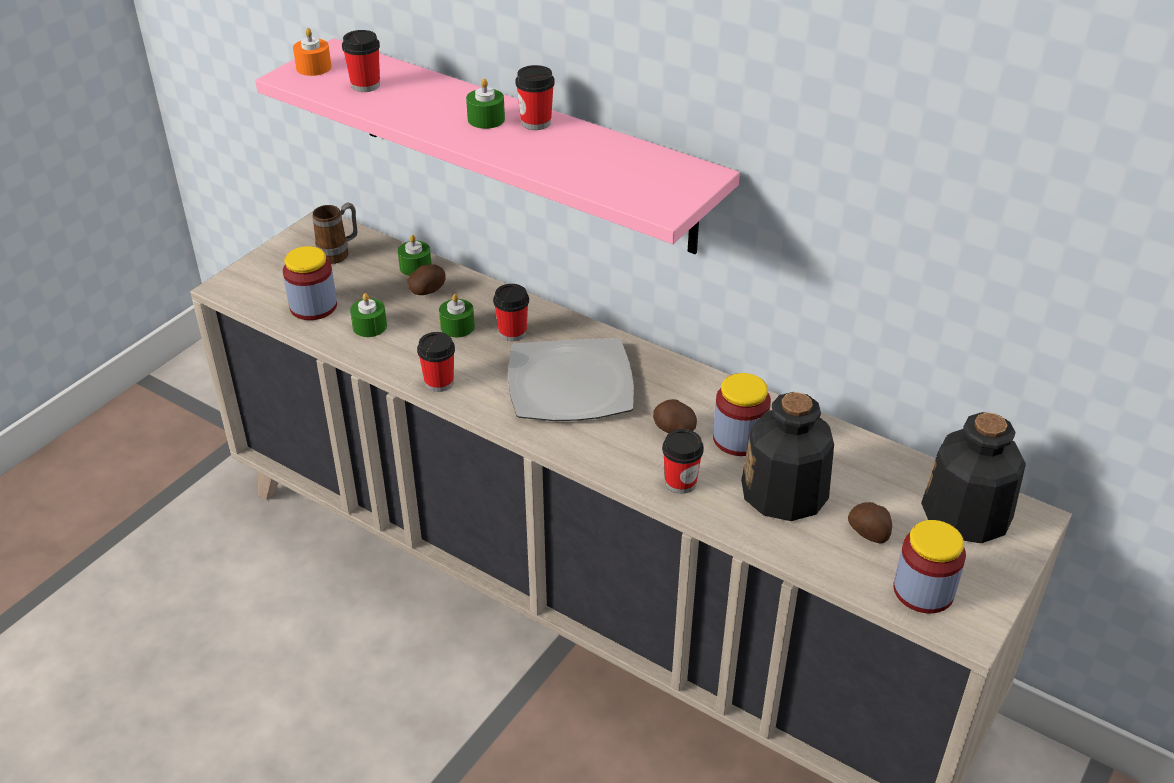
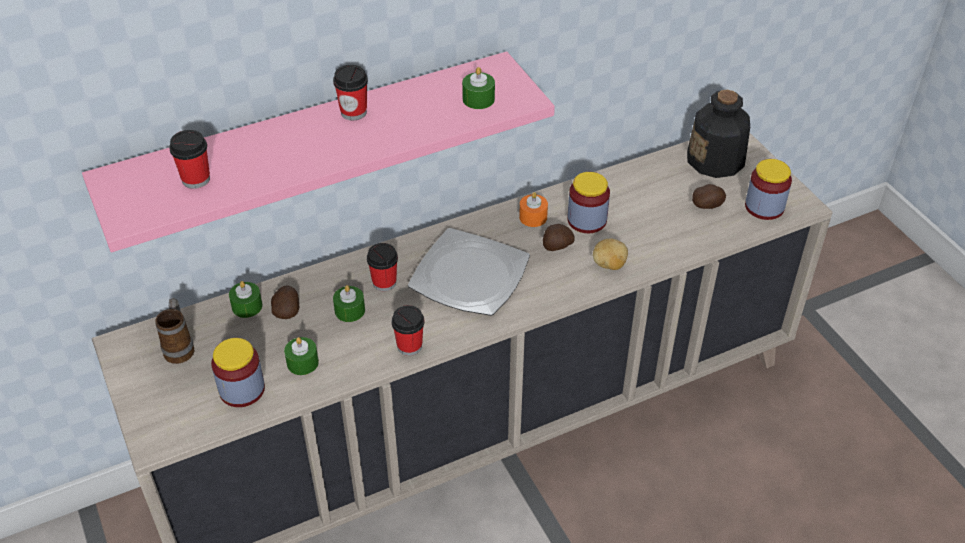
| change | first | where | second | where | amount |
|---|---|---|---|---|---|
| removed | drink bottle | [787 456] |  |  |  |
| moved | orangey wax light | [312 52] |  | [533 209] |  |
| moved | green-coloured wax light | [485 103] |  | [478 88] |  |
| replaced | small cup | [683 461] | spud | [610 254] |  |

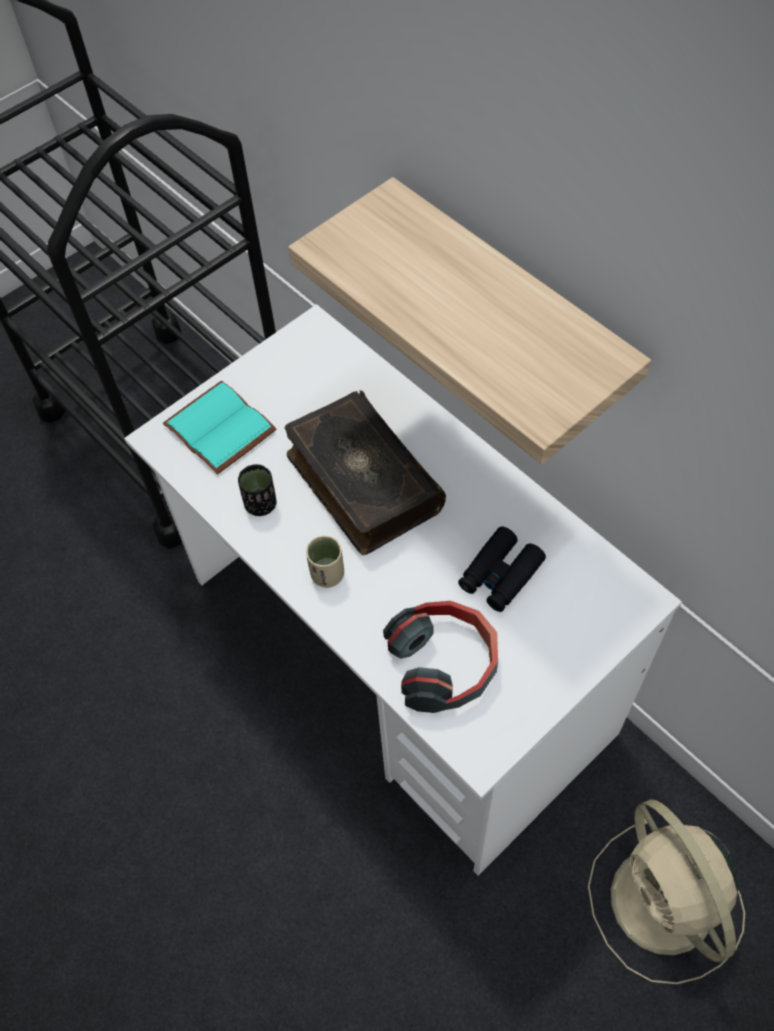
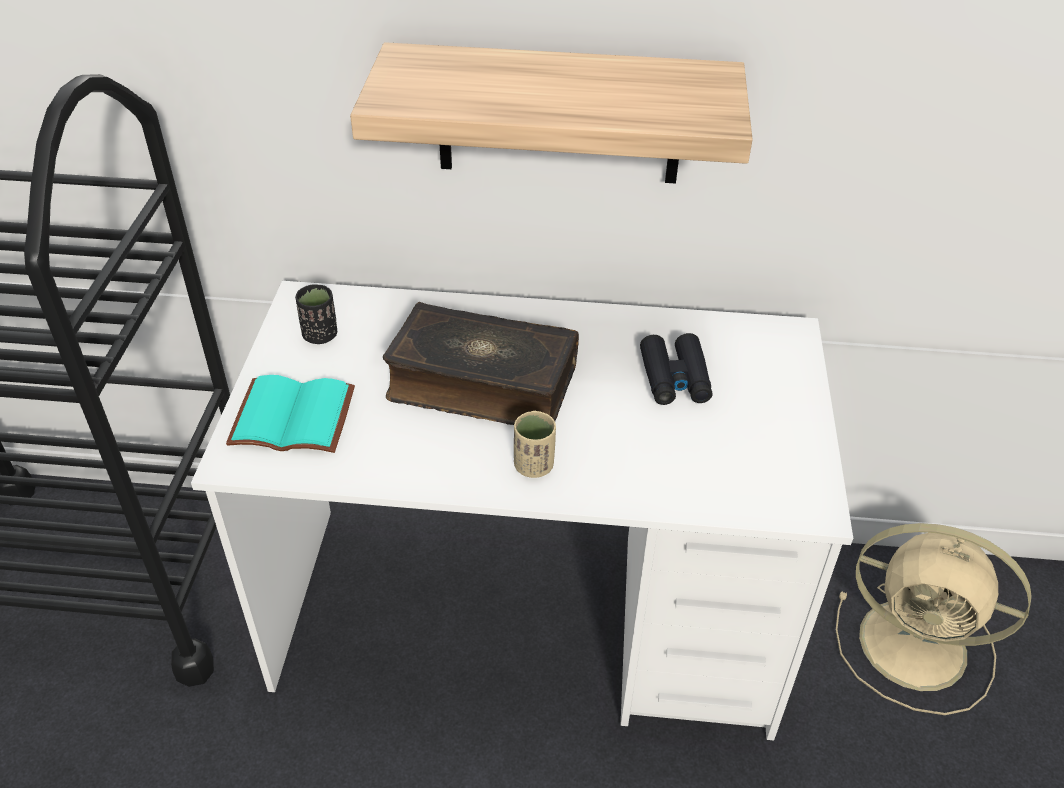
| change | first | where | second | where | amount |
|---|---|---|---|---|---|
| removed | pair of headphones | [440 657] |  |  |  |
| moved | black small cup | [257 490] |  | [316 314] |  |

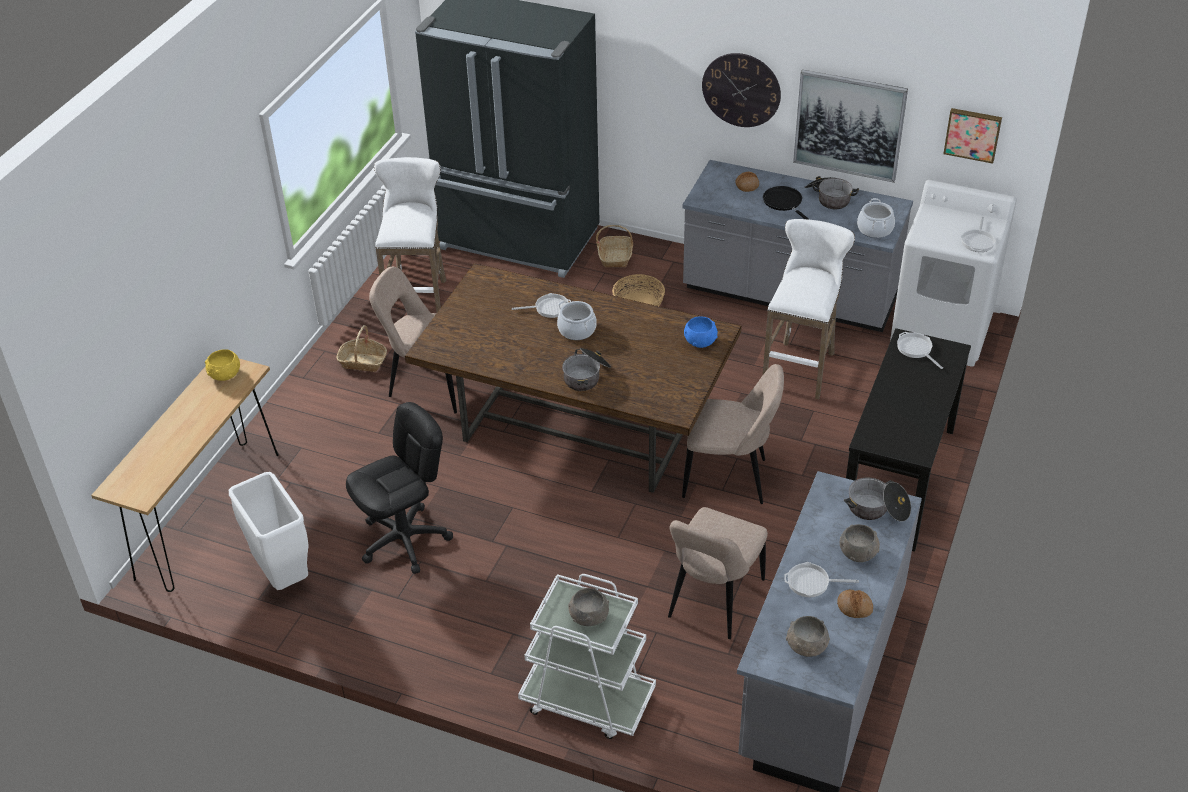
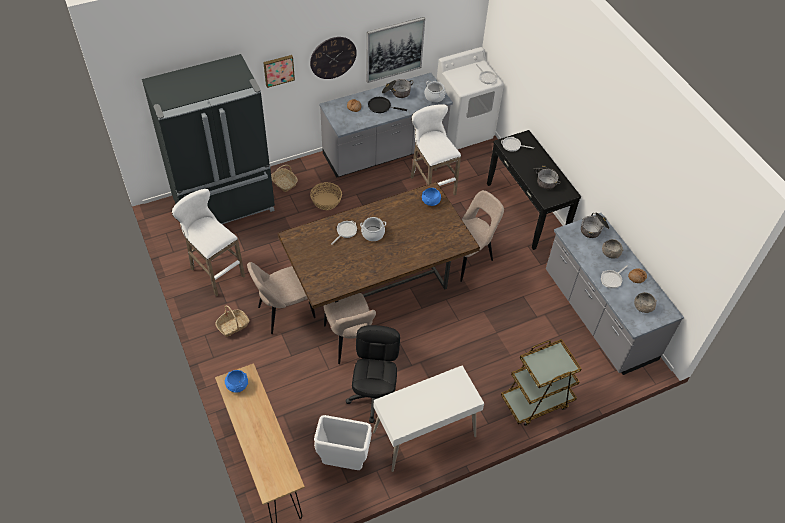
| change | first | where | second | where | amount |
|---|---|---|---|---|---|
| removed | gray serving bowl | [588 607] |  |  |  |
| added |  |  | whitish desk table | [428 418] |  |
| moved | cooking pot | [586 369] |  | [547 177] |  |
| moved | sand-coloured plain chair | [718 573] |  | [350 328] |  |
| moved | picture | [972 136] |  | [279 71] |  |
| recoloured | yellow serving bowl | [222 365] | blue serving bowl | [236 381] |  |
| recoloured | whitish wheeled cart | [587 656] | brownish wheeled cart | [541 382] |  |

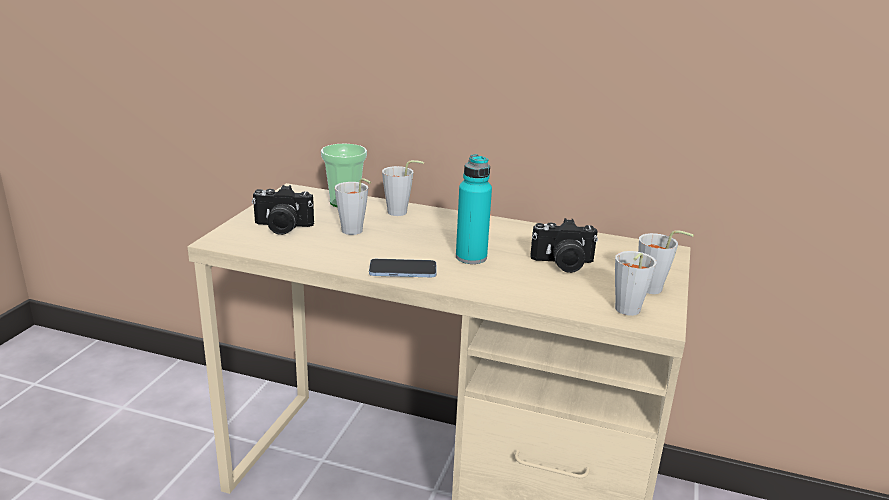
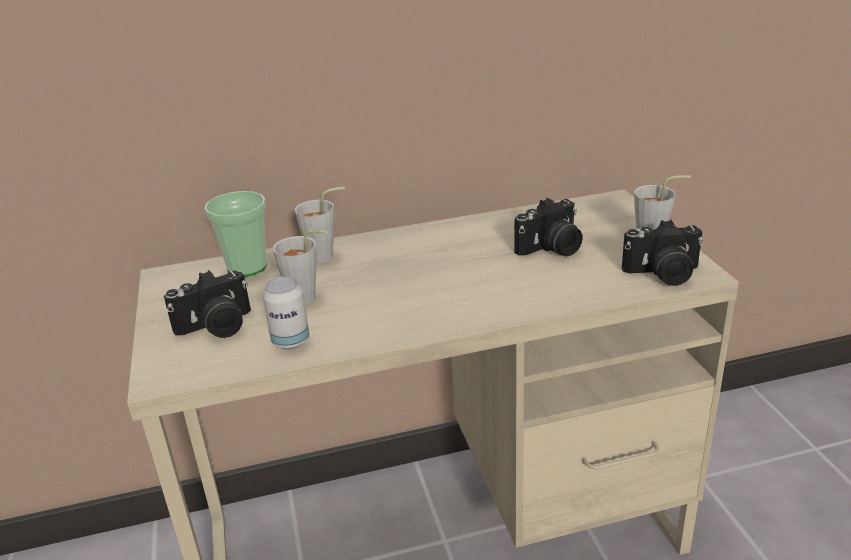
| change | first | where | second | where | amount |
|---|---|---|---|---|---|
| removed | telephone | [402 268] |  |  |  |
| removed | turquoise-coloured drink bottle | [474 209] |  |  |  |
| added |  |  | sealed can | [286 313] |  |
| replaced | gray small cup | [636 283] | photo camera | [662 253] |  |

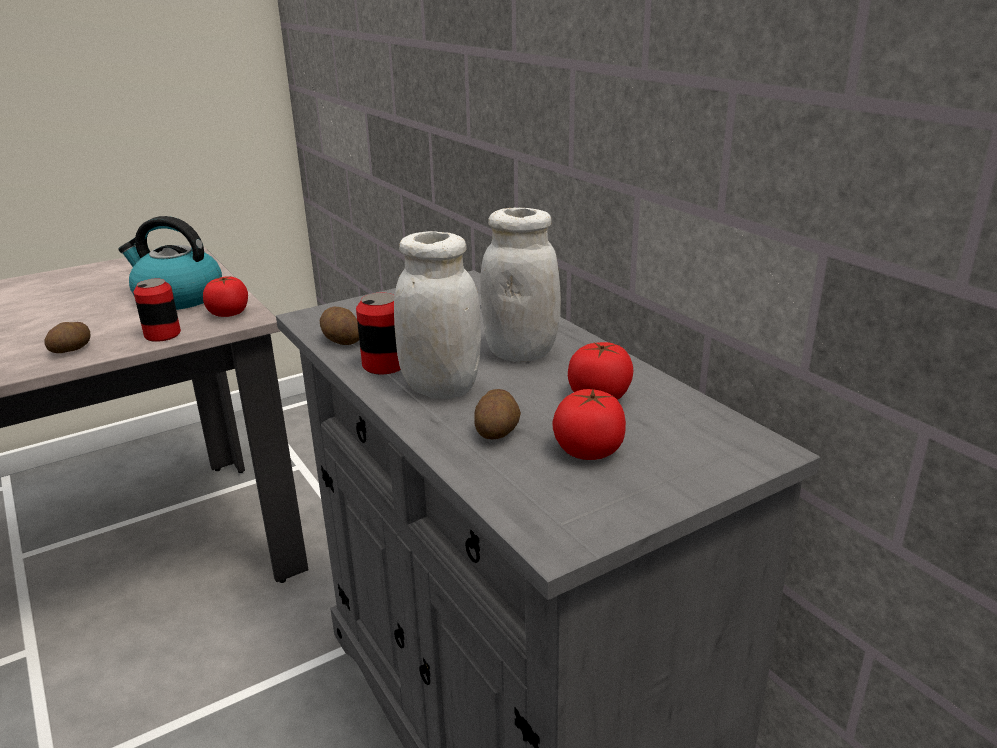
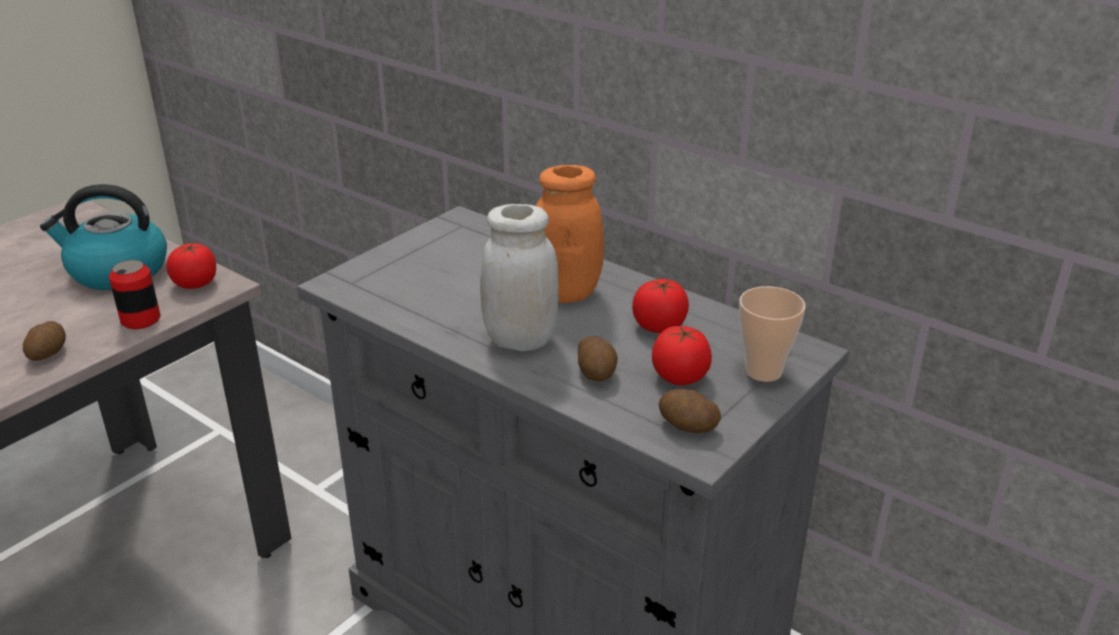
| change | first | where | second | where | amount |
|---|---|---|---|---|---|
| removed | sealed can | [378 333] |  |  |  |
| added |  |  | small cup | [772 334] |  |
| moved | spud | [339 326] |  | [690 411] |  |
| recoloured | whitish preserve jar | [520 284] | orangey preserve jar | [570 234] |  |

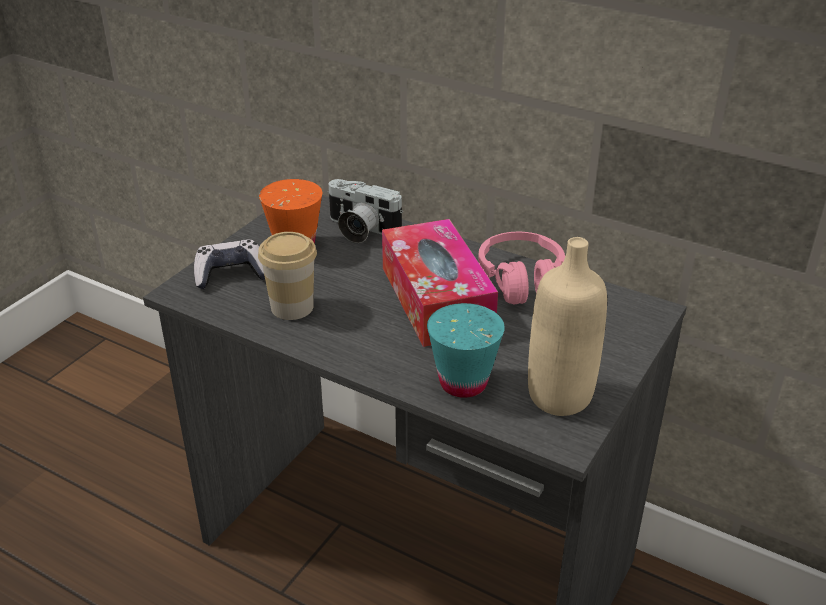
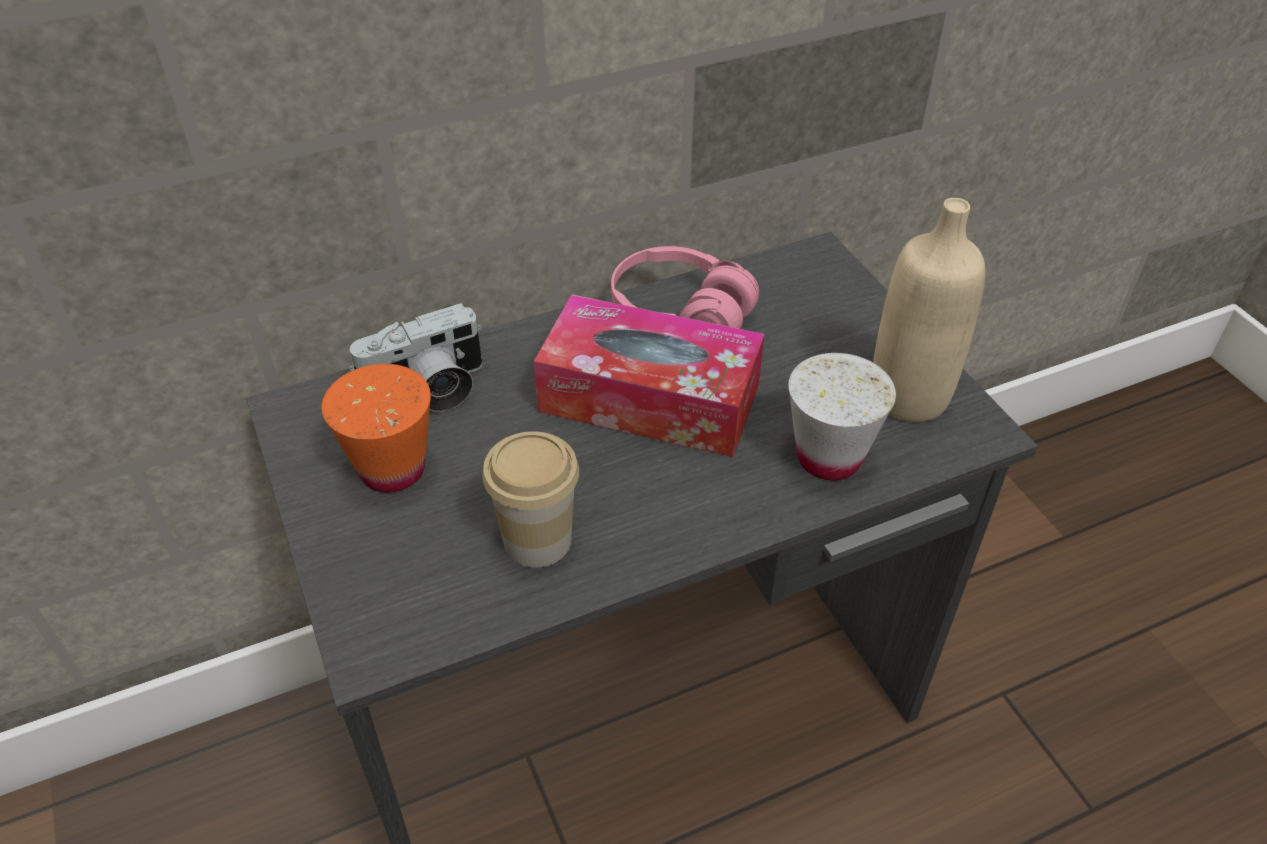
| change | first | where | second | where | amount |
|---|---|---|---|---|---|
| removed | game controller | [229 264] |  |  |  |
| recoloured | turquoise-coloured small cup | [466 350] | whitish small cup | [842 417] |  |

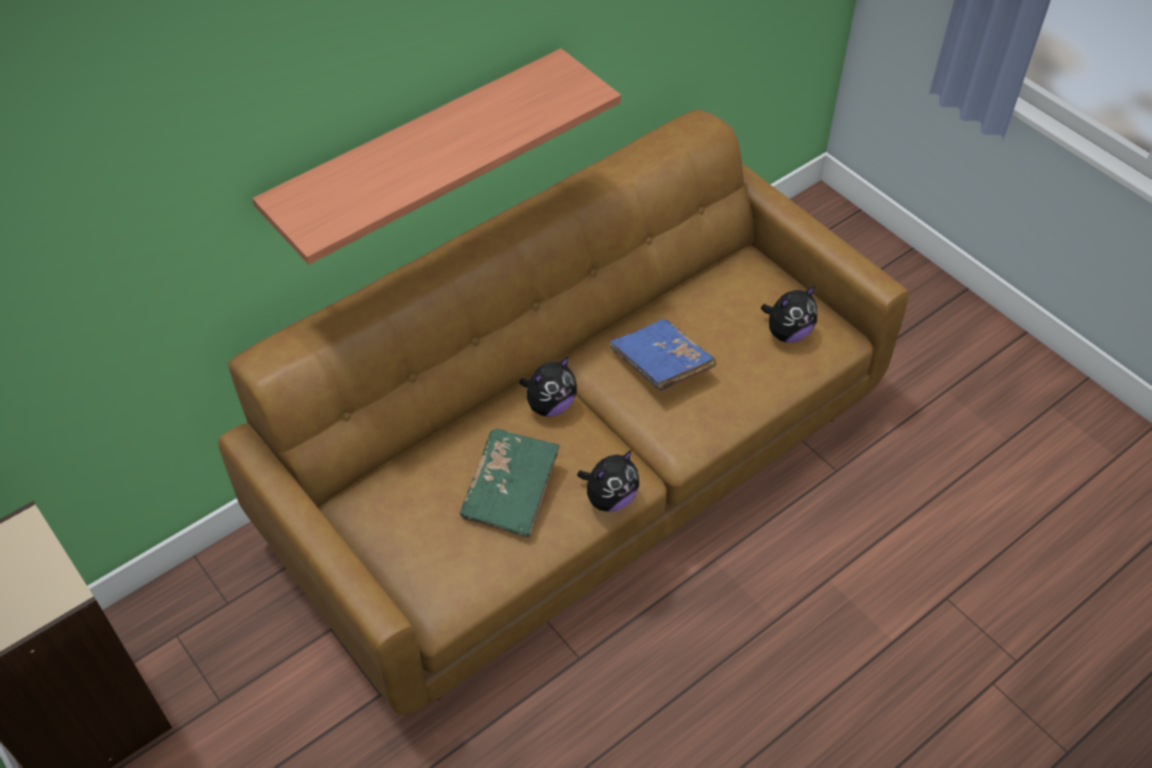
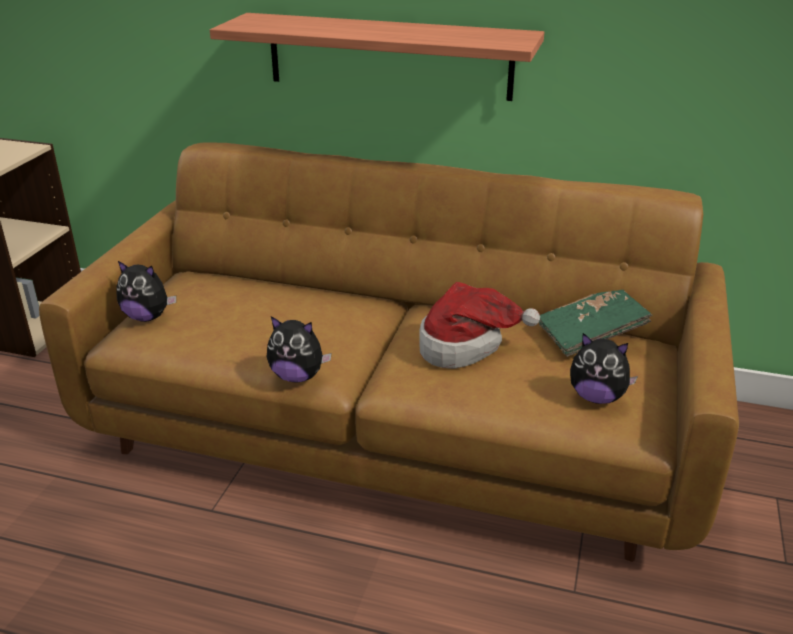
| change | first | where | second | where | amount |
|---|---|---|---|---|---|
| moved | green-coloured volume | [510 483] |  | [596 323] |  |
| moved | soft toy | [548 386] |  | [146 291] |  |
| replaced | blue volume | [662 355] | hat | [479 325] |  |

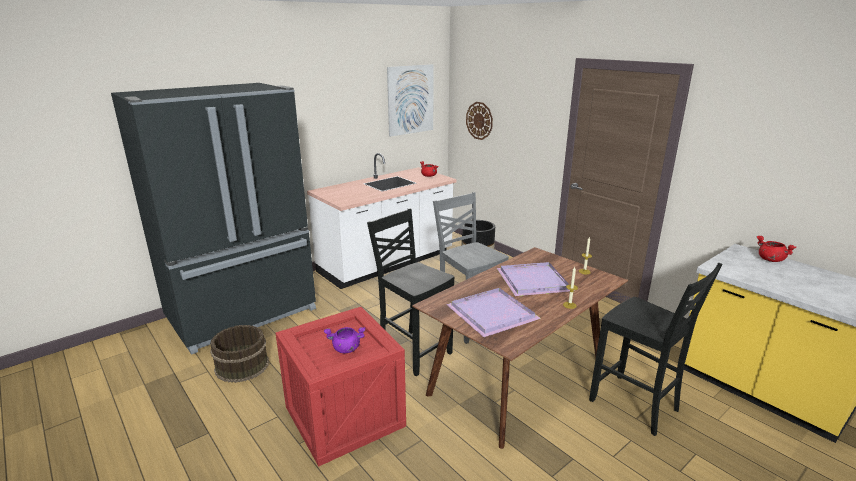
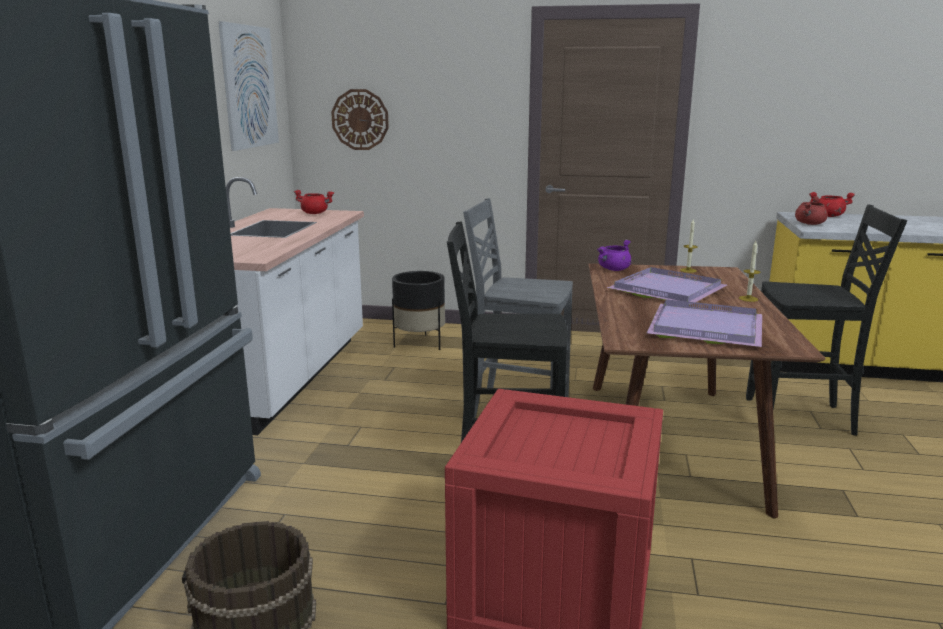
| change | first | where | second | where | amount |
|---|---|---|---|---|---|
| added |  |  | red cooking pot | [811 210] |  |
| moved | purplish cooking pot | [344 340] |  | [614 255] |  |

